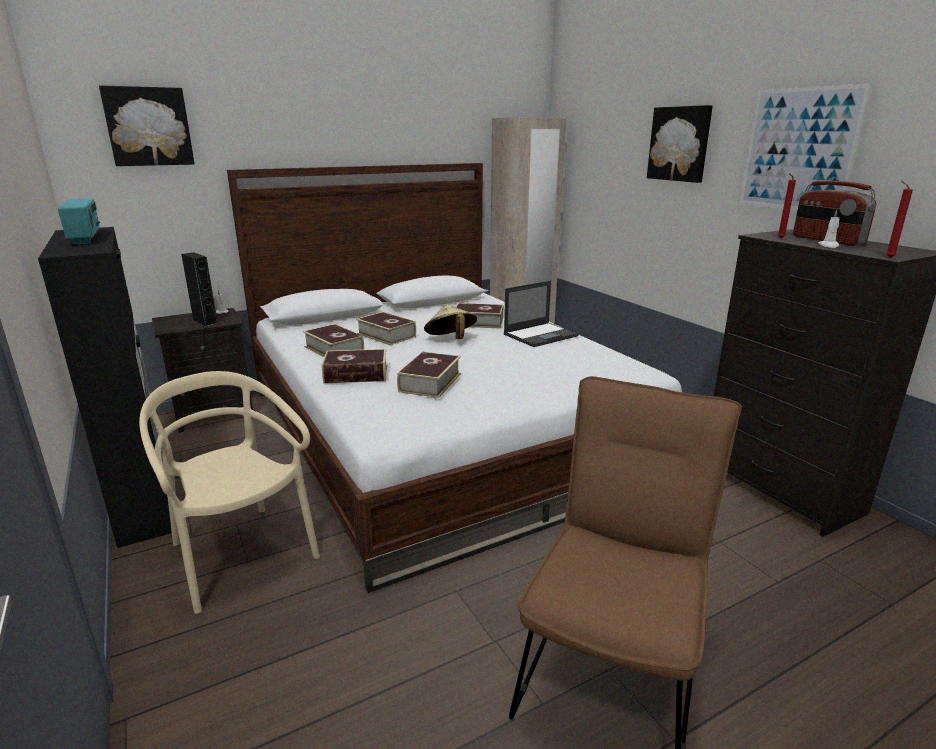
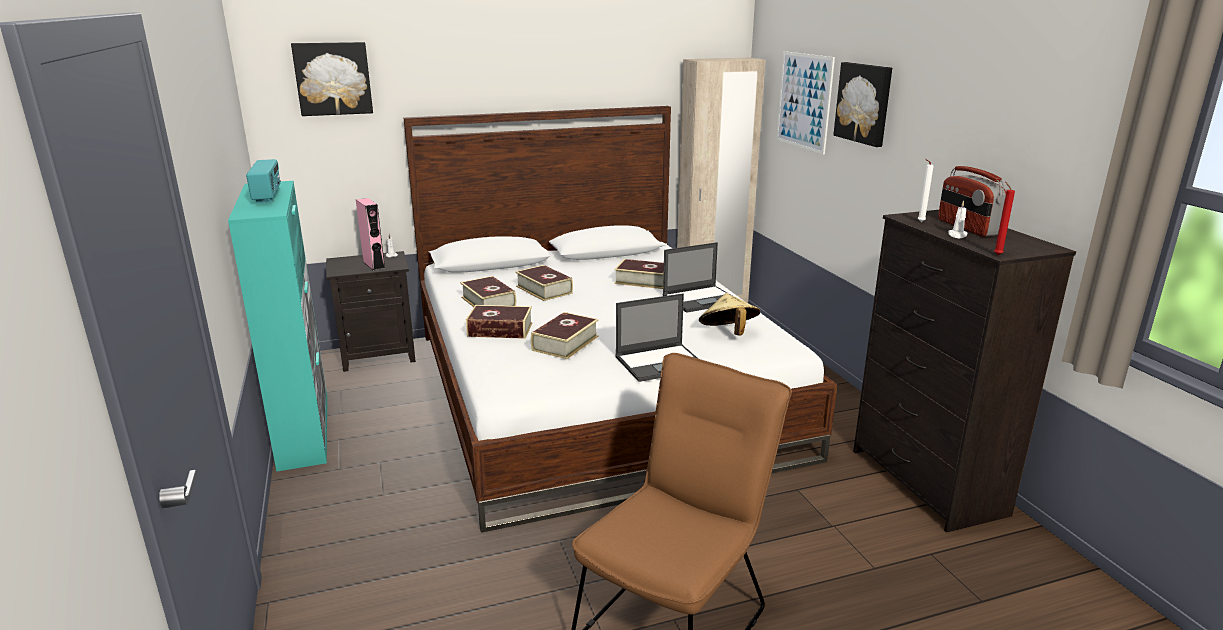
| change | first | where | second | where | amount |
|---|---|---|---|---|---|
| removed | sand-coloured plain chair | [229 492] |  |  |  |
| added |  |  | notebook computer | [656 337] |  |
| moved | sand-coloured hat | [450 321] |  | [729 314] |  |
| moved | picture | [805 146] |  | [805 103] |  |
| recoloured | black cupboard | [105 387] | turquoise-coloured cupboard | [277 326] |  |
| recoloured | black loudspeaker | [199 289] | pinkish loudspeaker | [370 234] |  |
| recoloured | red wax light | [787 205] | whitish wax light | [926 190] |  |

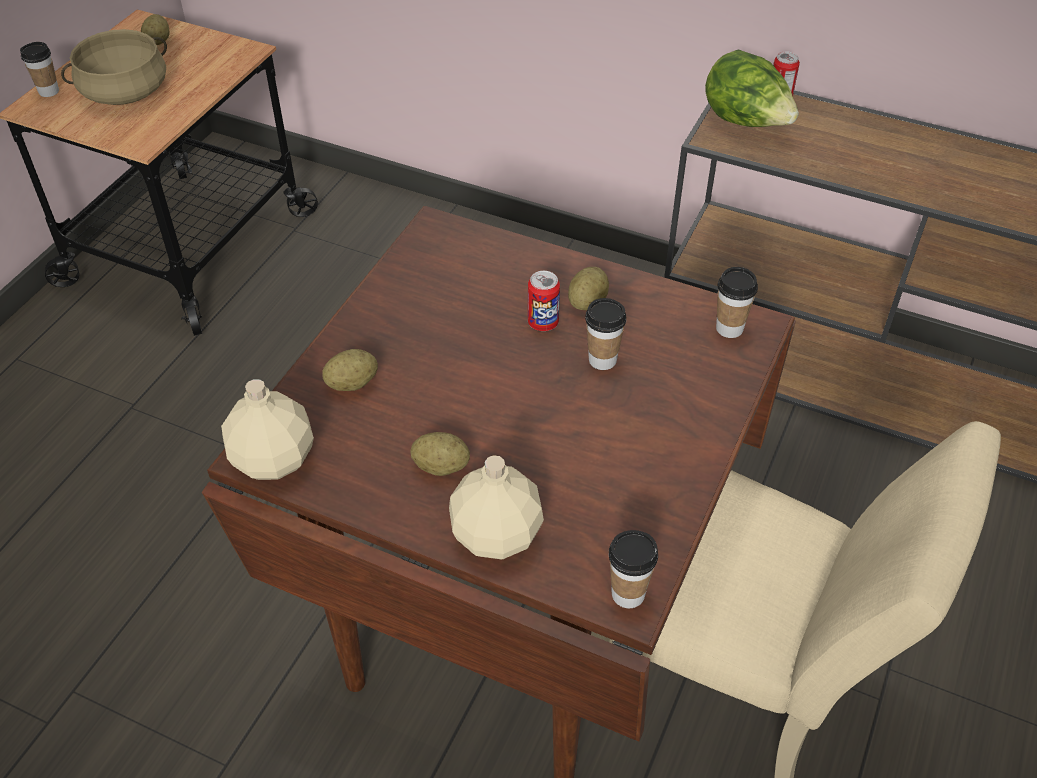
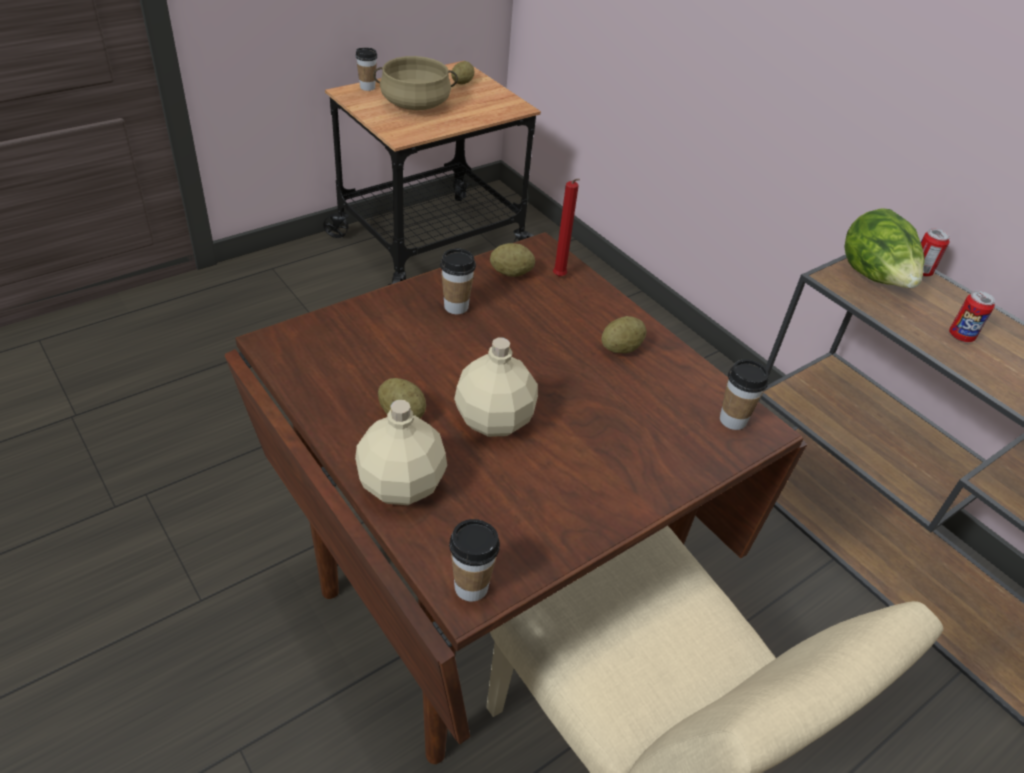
| change | first | where | second | where | amount |
|---|---|---|---|---|---|
| added |  |  | red wax light | [566 228] |  |
| moved | sand-coloured drink bottle | [267 429] |  | [496 387] |  |
| moved | spud | [350 370] |  | [512 260] |  |
| moved | sealed can | [544 301] |  | [972 316] |  |
| moved | small cup | [605 334] |  | [458 281] |  |

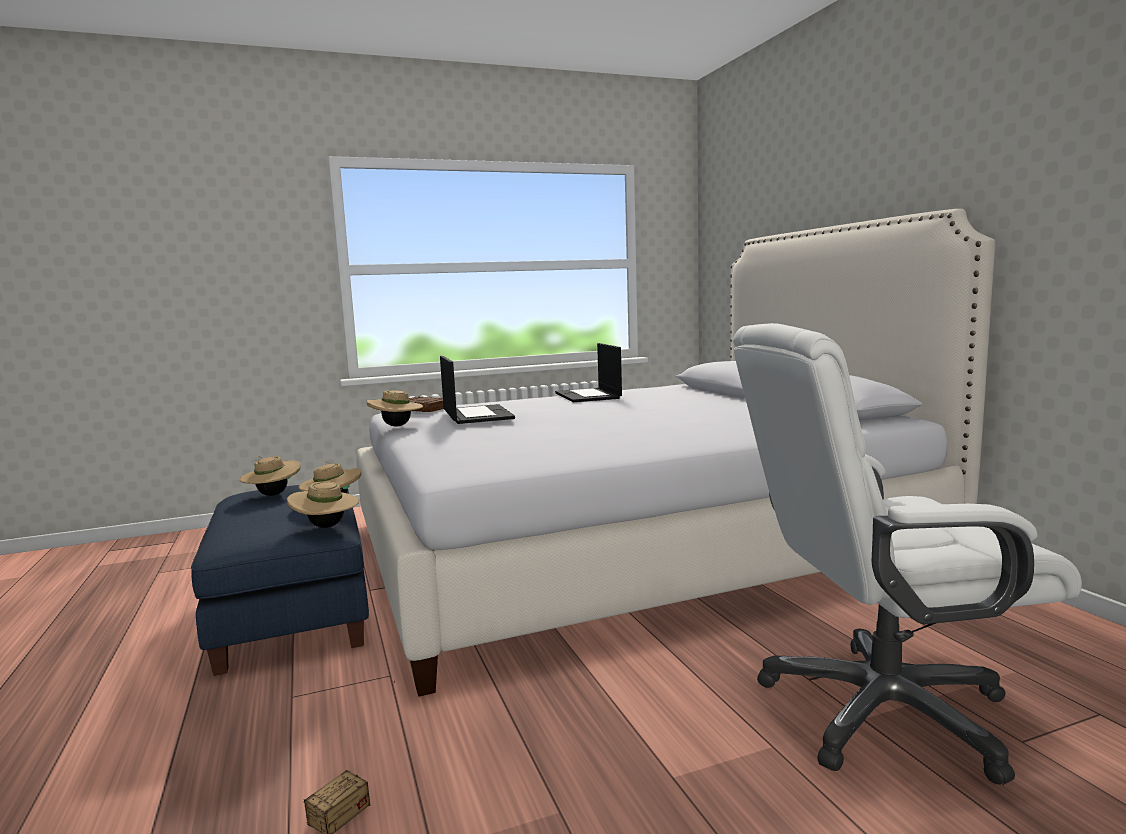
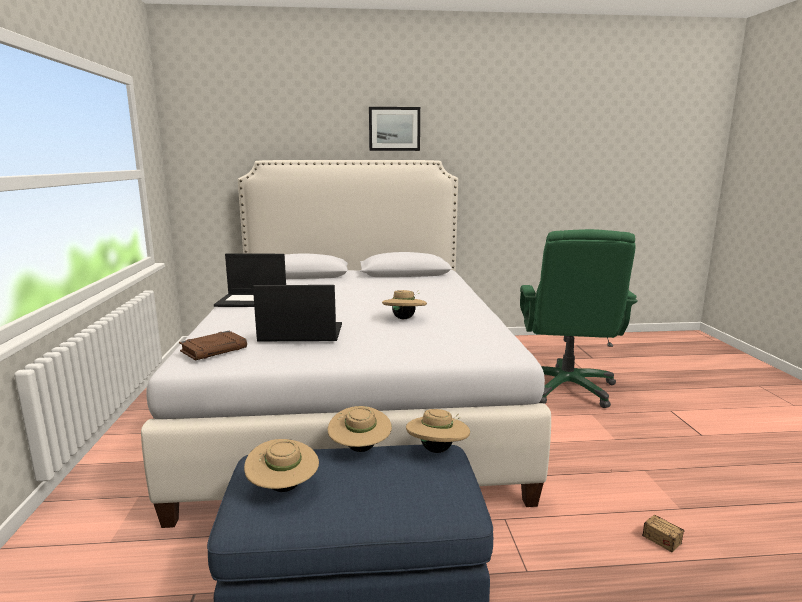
| change | first | where | second | where | amount |
|---|---|---|---|---|---|
| added |  |  | picture | [394 129] |  |
| moved | sand-coloured hat | [395 408] |  | [404 304] |  |
| recoloured | whitish computer chair | [907 554] | green-coloured computer chair | [579 318] |  |

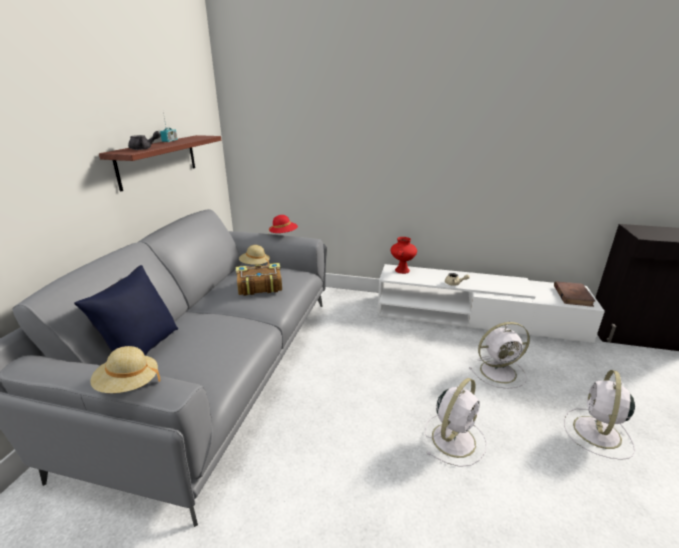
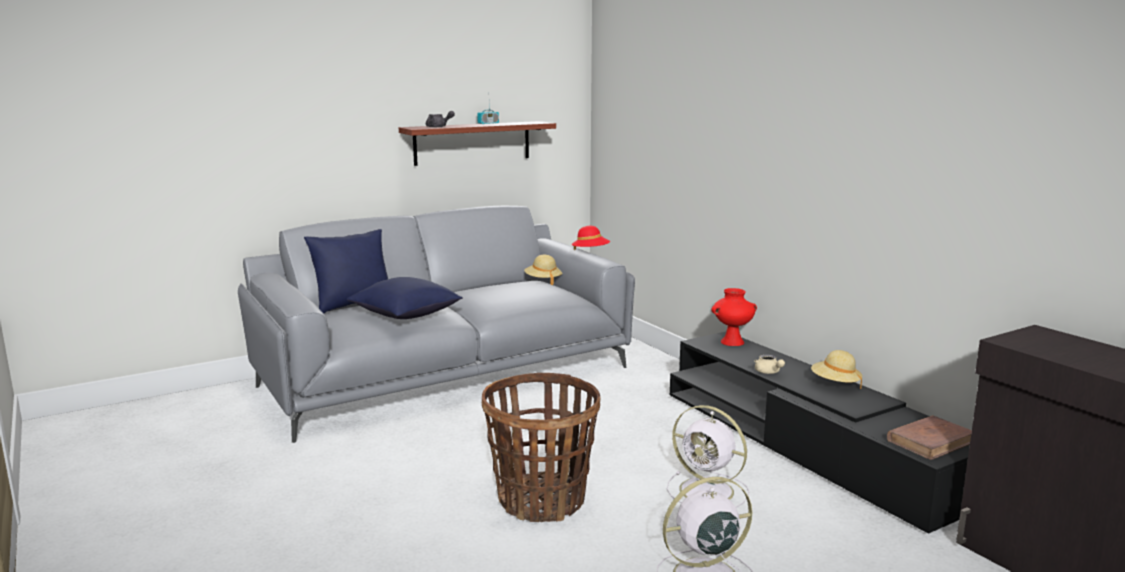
| change | first | where | second | where | amount |
|---|---|---|---|---|---|
| removed | volume | [259 279] |  |  |  |
| added |  |  | blue cushion | [405 298] |  |
| moved | sand-coloured hat | [125 369] |  | [836 369] |  |
| replaced | whitish electric fan | [456 422] | storage basket | [541 447] |  |
| recoloured | whitish tv unit | [491 303] | black tv unit | [820 433] |  |

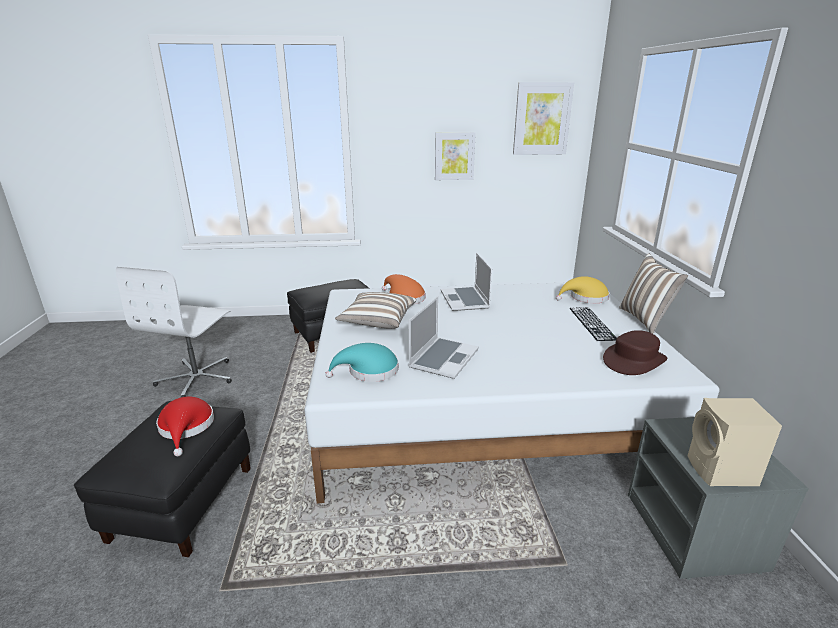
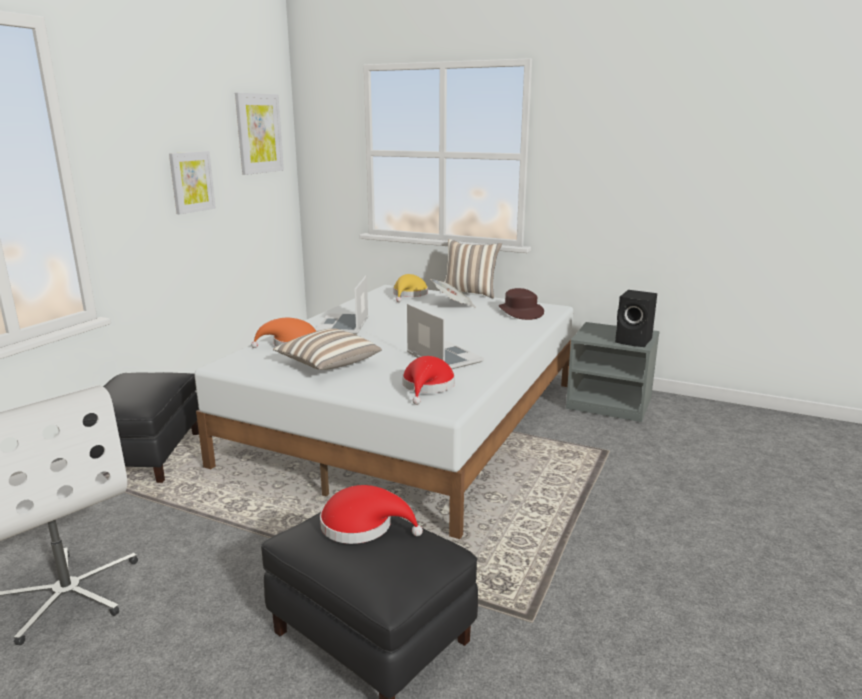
| change | first | where | second | where | amount |
|---|---|---|---|---|---|
| replaced | computer keyboard | [593 324] | daily paper | [453 293] |  |
| recoloured | turquoise-coloured hat | [362 362] | red hat | [428 380] |  |
| recoloured | sand-coloured loudspeaker | [734 442] | black loudspeaker | [636 318] |  |
| turned | notebook computer | [466 282] |  | [341 304] | 75 degrees clockwise |

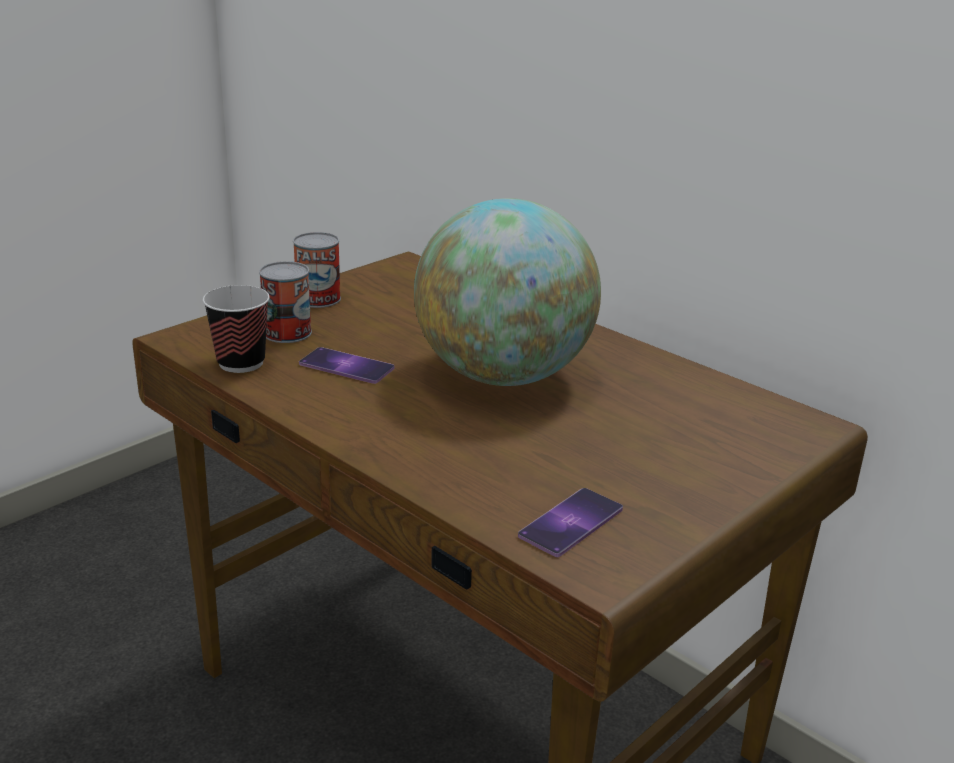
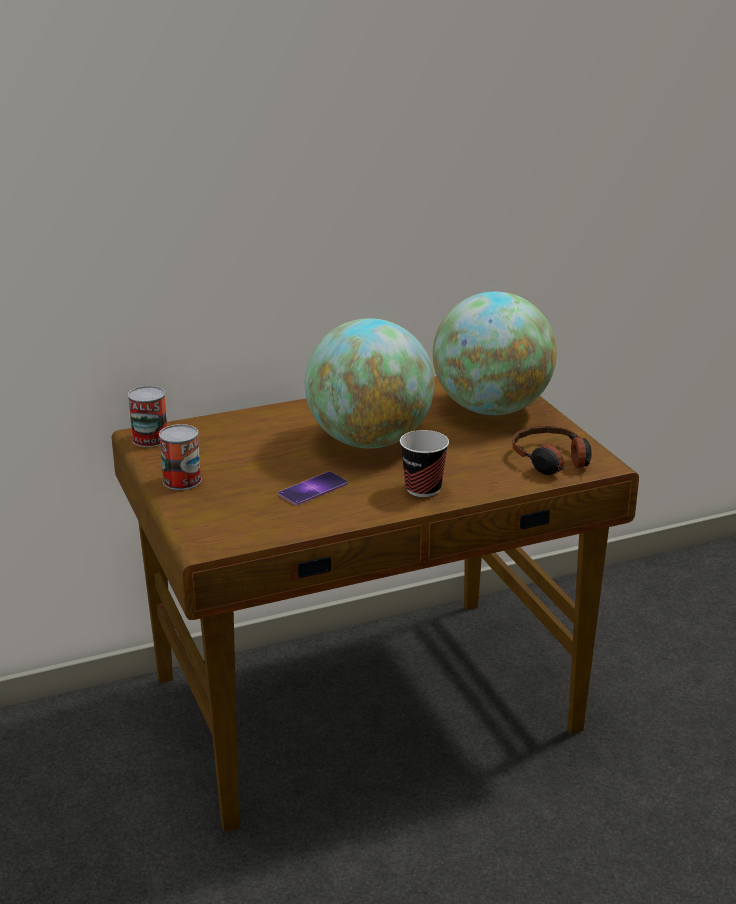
| change | first | where | second | where | amount |
|---|---|---|---|---|---|
| added |  |  | world globe | [495 353] |  |
| moved | small cup | [236 329] |  | [424 463] |  |
| moved | sealed can | [285 302] |  | [147 416] |  |
| replaced | telephone | [570 522] | pair of headphones | [552 450] |  |

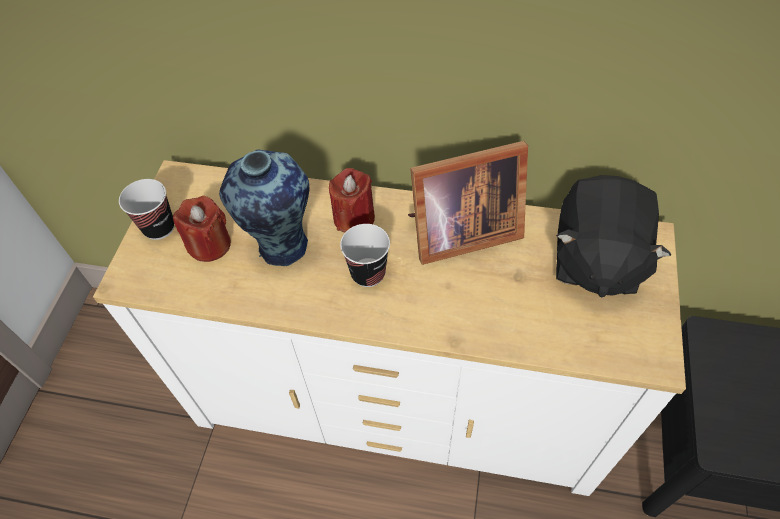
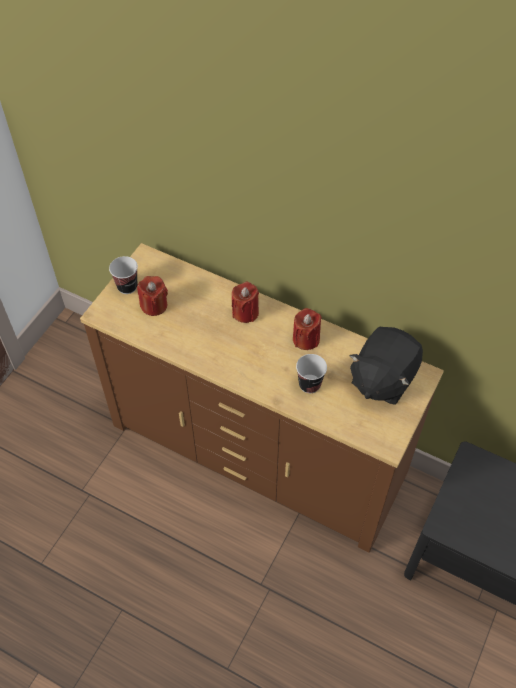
| change | first | where | second | where | amount |
|---|---|---|---|---|---|
| removed | decorative vase | [264 208] |  |  |  |
| moved | small cup | [365 255] |  | [311 373] |  |
| replaced | picture frame | [468 203] | red wax light | [307 329] |  |
| recoloured | whitish drawer chest | [389 328] | brownish drawer chest | [262 398] |  |

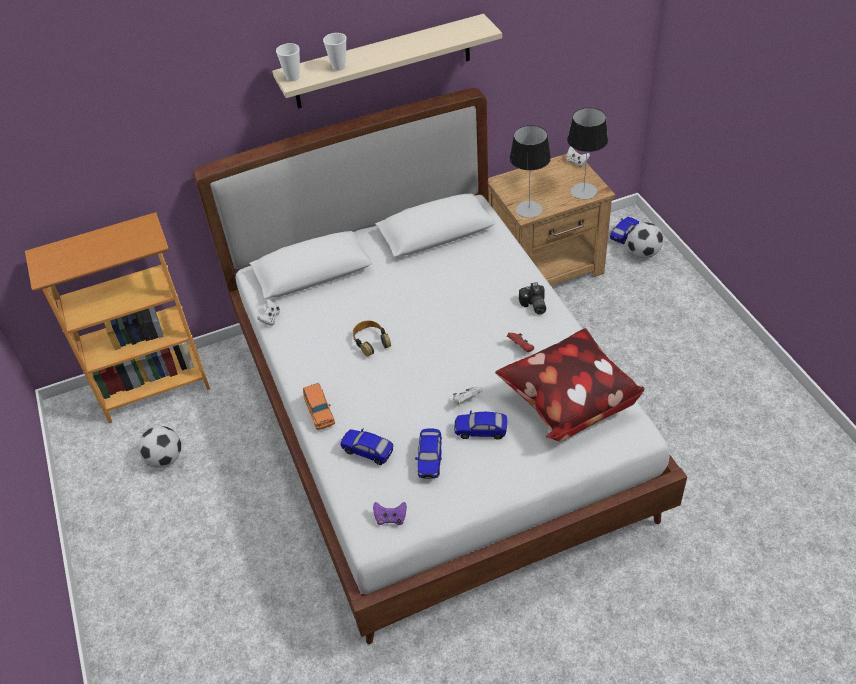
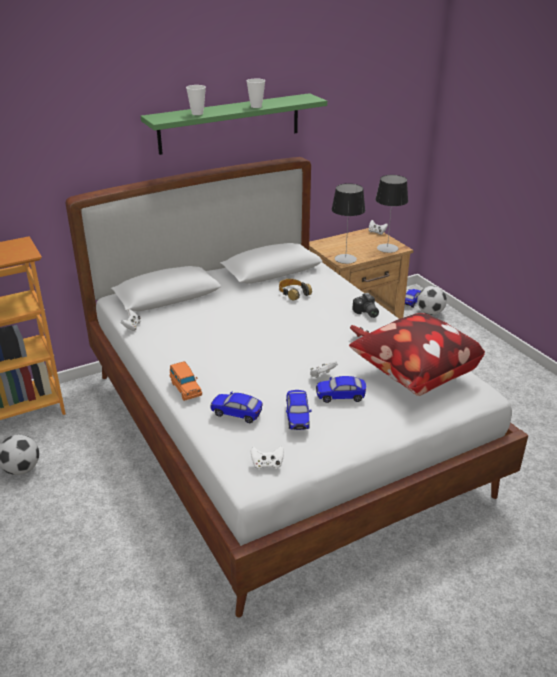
| change | first | where | second | where | amount |
|---|---|---|---|---|---|
| moved | small cup | [288 62] |  | [256 93] |  |
| moved | pair of headphones | [372 338] |  | [295 290] |  |
| recoloured | sand-coloured wall shelf | [387 61] | green-coloured wall shelf | [234 124] |  |
| recoloured | purplish game controller | [390 513] | whitish game controller | [267 458] |  |

